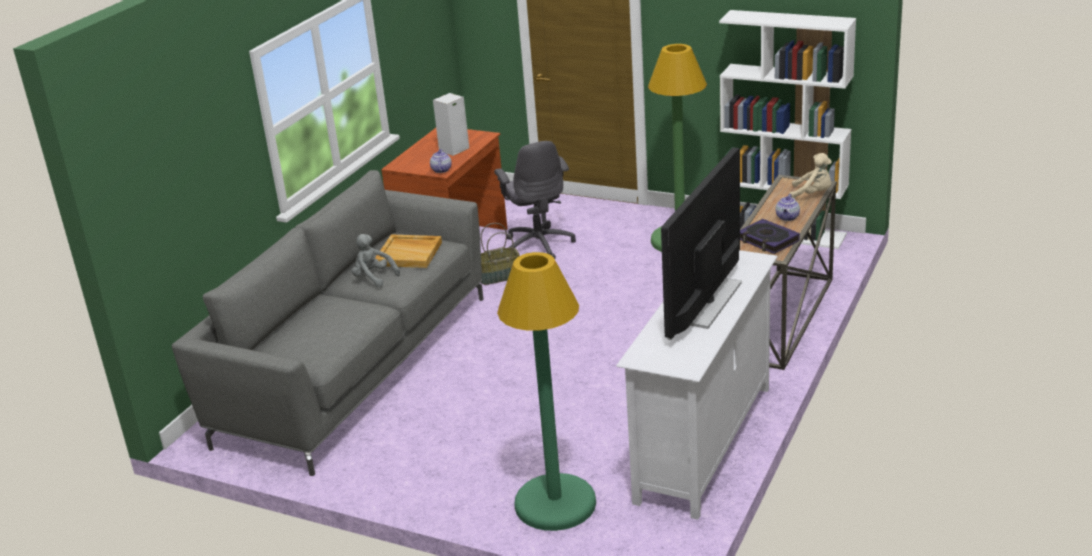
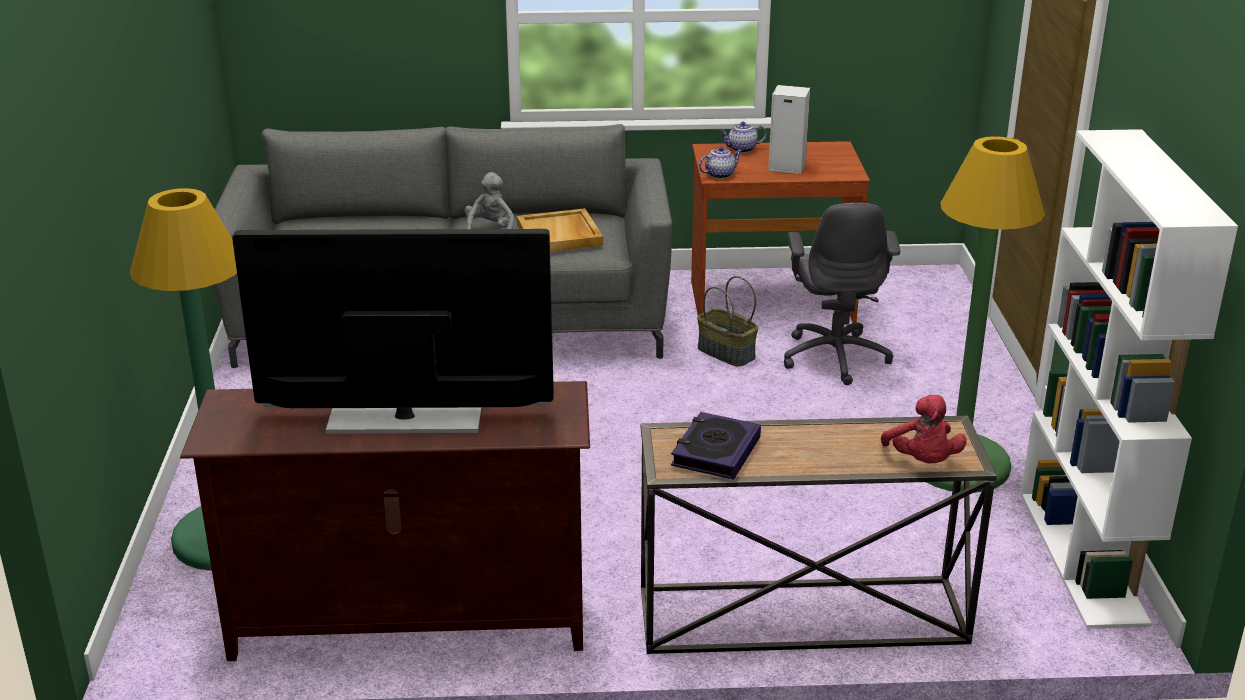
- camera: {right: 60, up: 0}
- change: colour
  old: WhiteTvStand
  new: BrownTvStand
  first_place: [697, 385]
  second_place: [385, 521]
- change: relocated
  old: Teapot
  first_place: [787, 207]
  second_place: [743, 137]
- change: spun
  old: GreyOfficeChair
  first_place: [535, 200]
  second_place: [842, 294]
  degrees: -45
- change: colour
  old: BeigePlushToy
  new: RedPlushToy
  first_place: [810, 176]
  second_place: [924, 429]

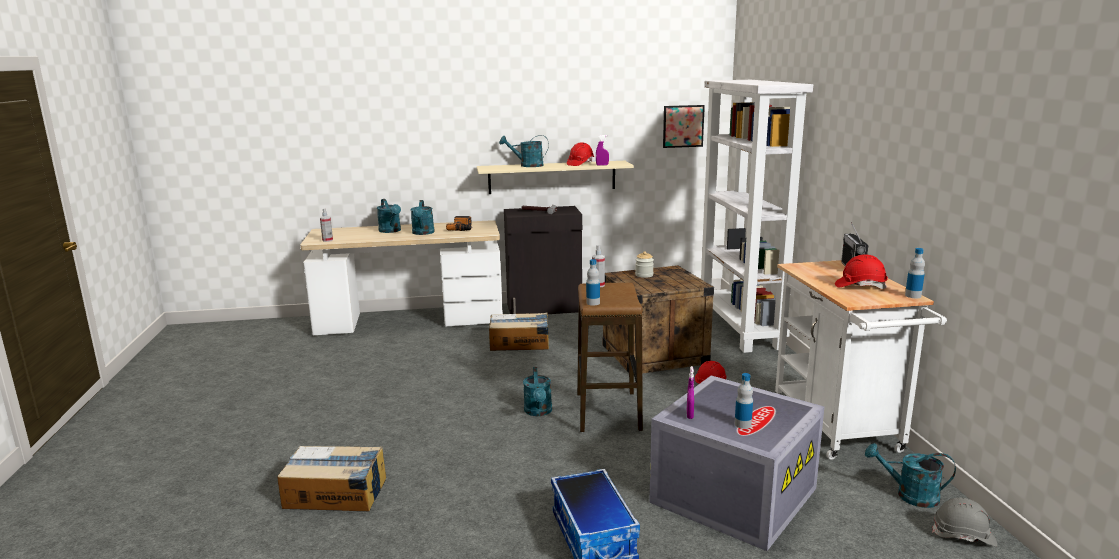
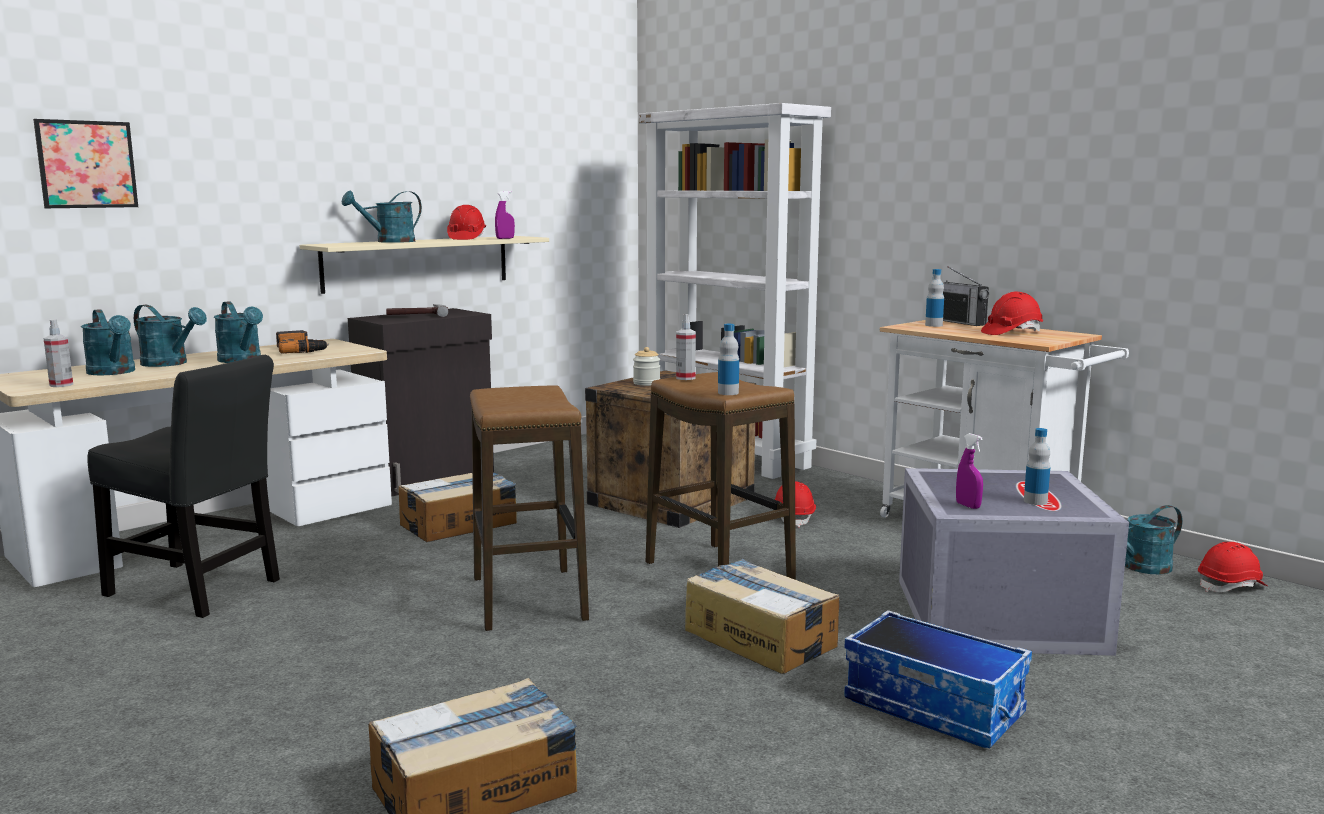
- camera: {right: -35, up: -5}
- change: relocated
  old: Picture
  first_place: [684, 126]
  second_place: [85, 163]
- change: relocated
  old: TurquoiseWateringCan
  first_place: [537, 391]
  second_place: [108, 342]
- change: appeared
  new: BlackChair
  second_place: [183, 486]
- change: appeared
  new: Stool
  second_place: [529, 508]
- change: appeared
  new: CardboardBox
  second_place: [762, 616]
- change: relocated
  old: Bottle
  first_place: [915, 273]
  second_place: [934, 298]
- change: colour
  old: GreyHardHat
  new: RedHardHat
  first_place: [964, 522]
  second_place: [1232, 567]

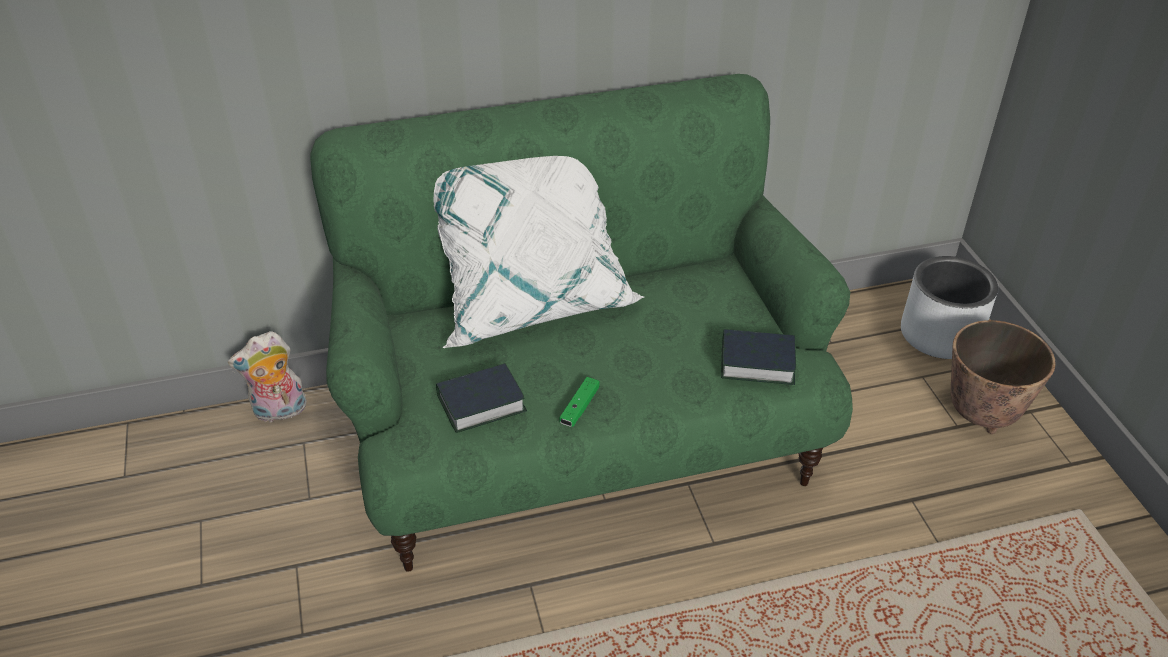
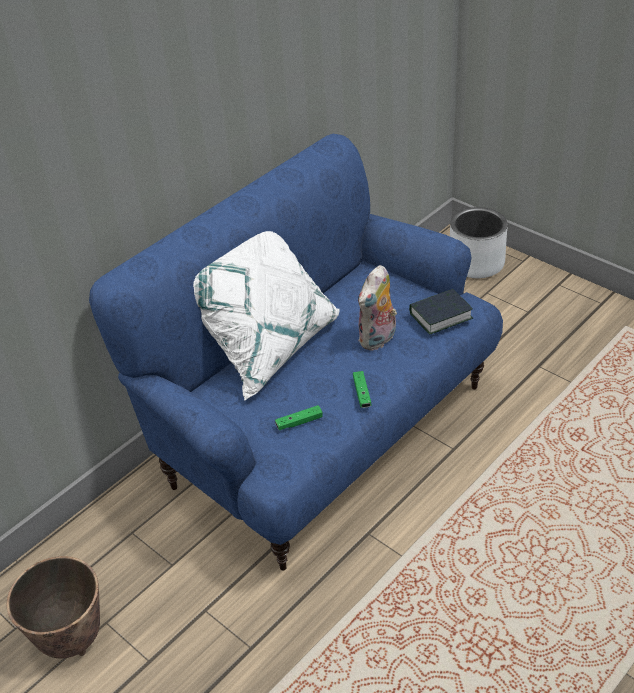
- camera: {right: -30, up: 0}
- change: relocated
  old: Planter
  first_place: [1003, 377]
  second_place: [53, 607]
- change: colour
  old: GreenSofa
  new: BlueSofa
  first_place: [581, 323]
  second_place: [296, 352]
- change: exchanged
  old: Book
  new: GreenGameController
  first_place: [481, 398]
  second_place: [299, 417]
- change: relocated
  old: PlushToy
  first_place: [267, 376]
  second_place: [377, 308]

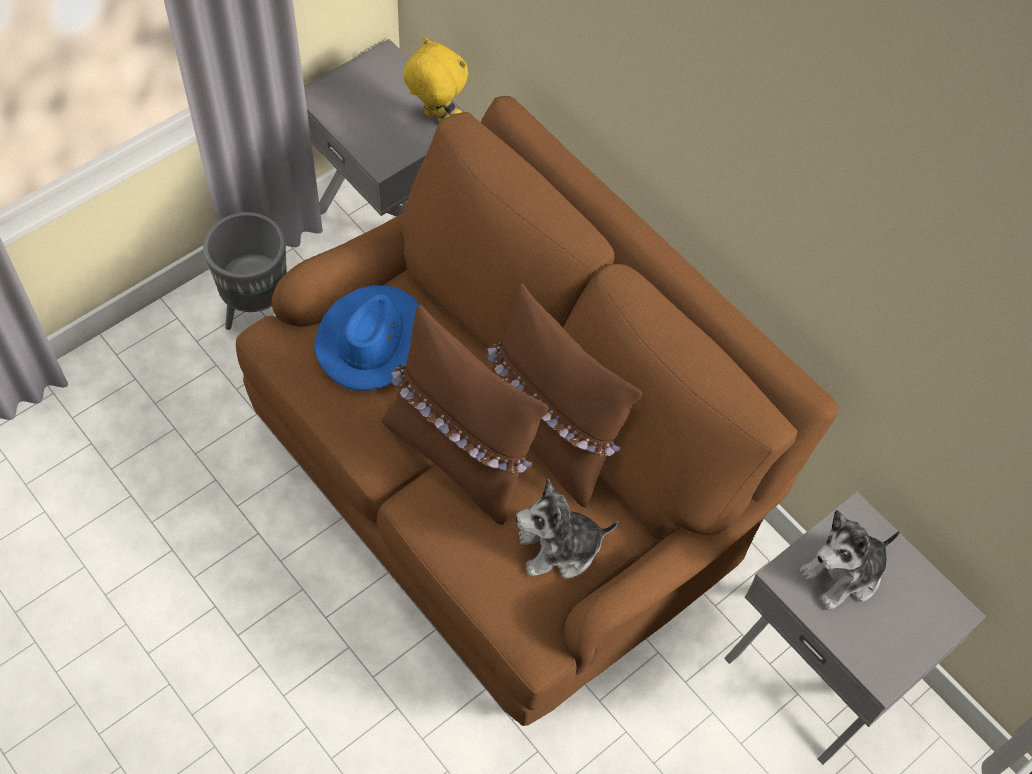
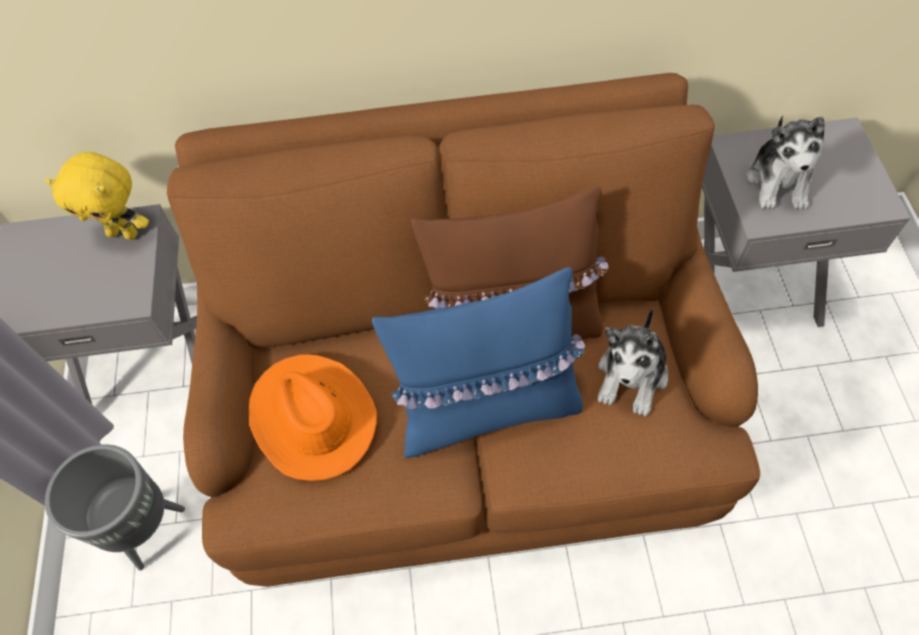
- camera: {right: -50, up: 0}
- change: spun
  old: YellowPlushToy
  first_place: [435, 80]
  second_place: [97, 196]
  degrees: -150
- change: colour
  old: BlueHat
  new: OrangeHat
  first_place: [366, 337]
  second_place: [313, 417]
- change: colour
  old: BrownPillow
  new: BluePillow
  first_place: [465, 414]
  second_place: [478, 362]

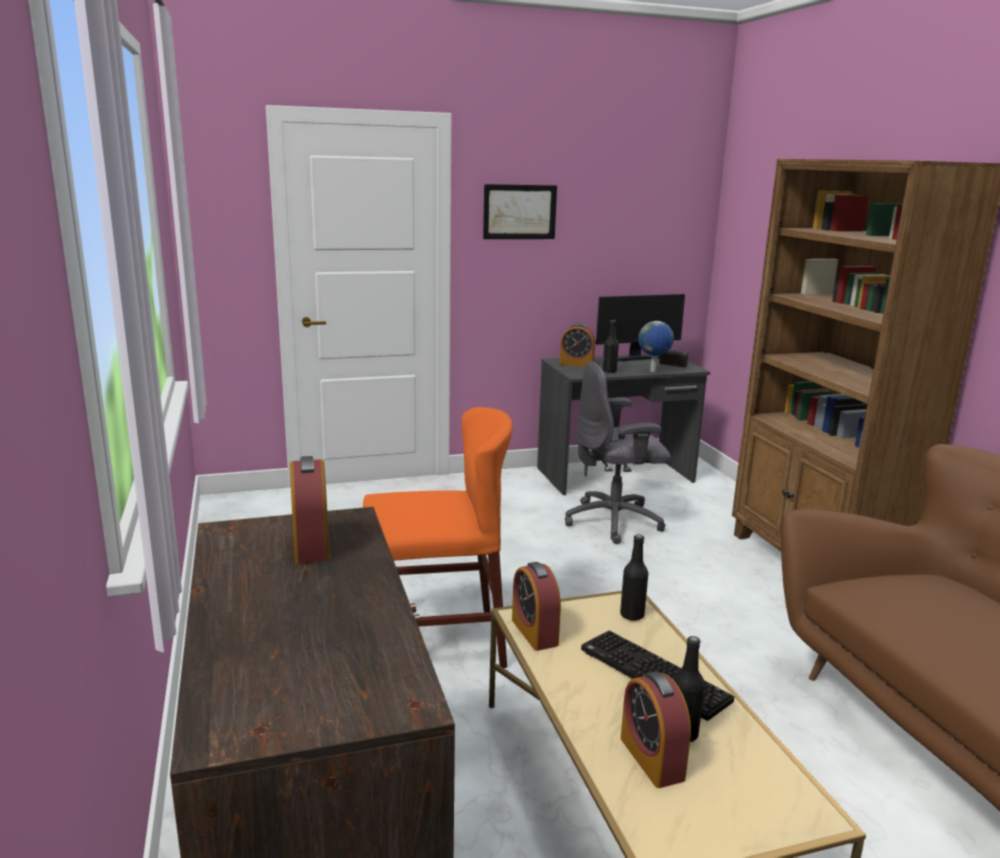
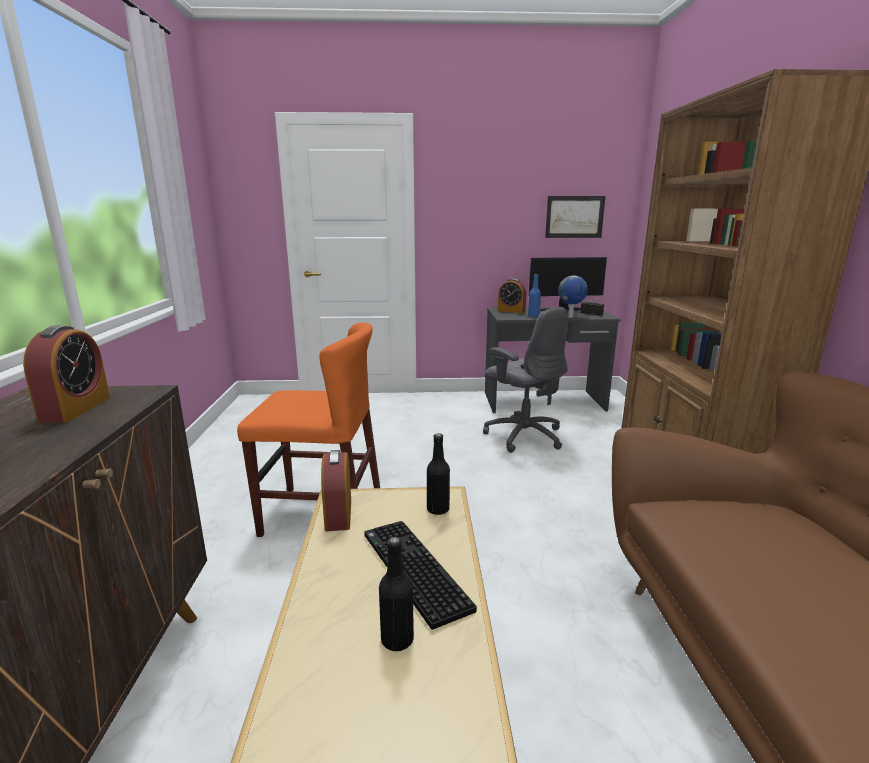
- camera: {right: 15, up: 0}
- change: spun
  old: GreyOfficeChair
  first_place: [618, 452]
  second_place: [525, 380]
  degrees: -135
- change: colour
  old: BlackBottle
  new: BlueBottle
  first_place: [611, 346]
  second_place: [534, 295]
- change: relocated
  old: Picture
  first_place: [520, 211]
  second_place: [575, 217]
- change: missing
  old: AlarmClock
  first_place: [656, 729]

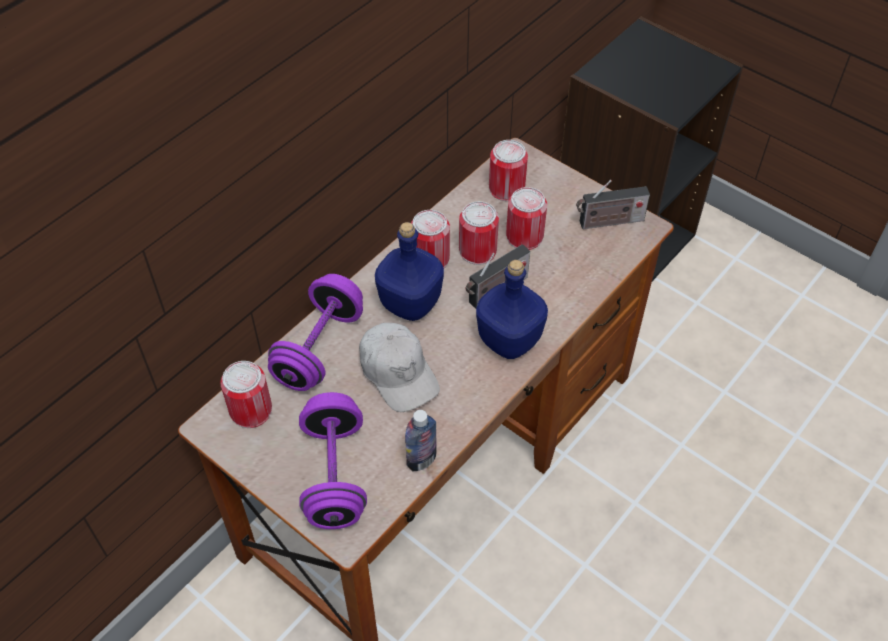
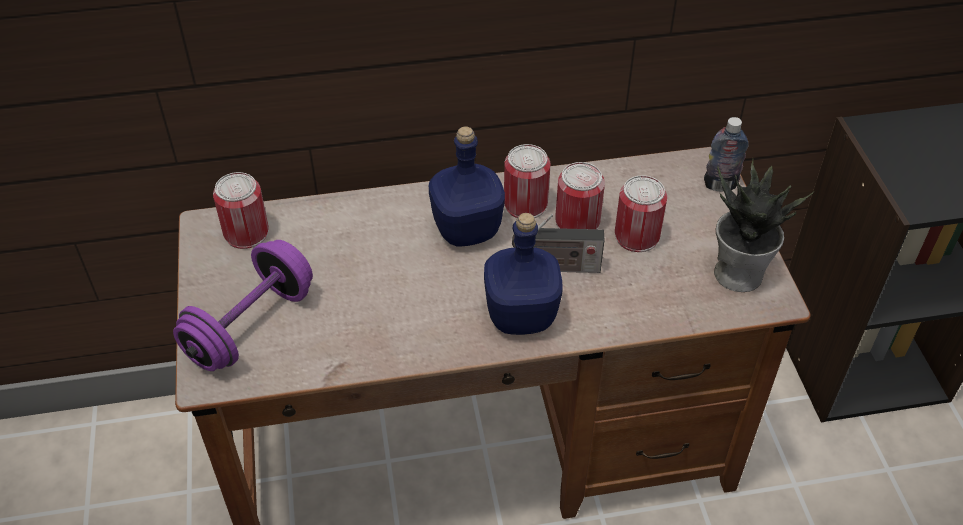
- camera: {right: 40, up: -5}
- change: relocated
  old: Bottle
  first_place: [421, 440]
  second_place: [726, 154]
- change: exchanged
  old: Radio
  new: PottedPlant
  first_place: [613, 204]
  second_place: [764, 225]
- change: missing
  old: PurpleDumbbell
  first_place: [315, 332]
- change: missing
  old: WhiteCap
  first_place: [399, 367]
- change: missing
  old: Can
  first_place: [508, 170]

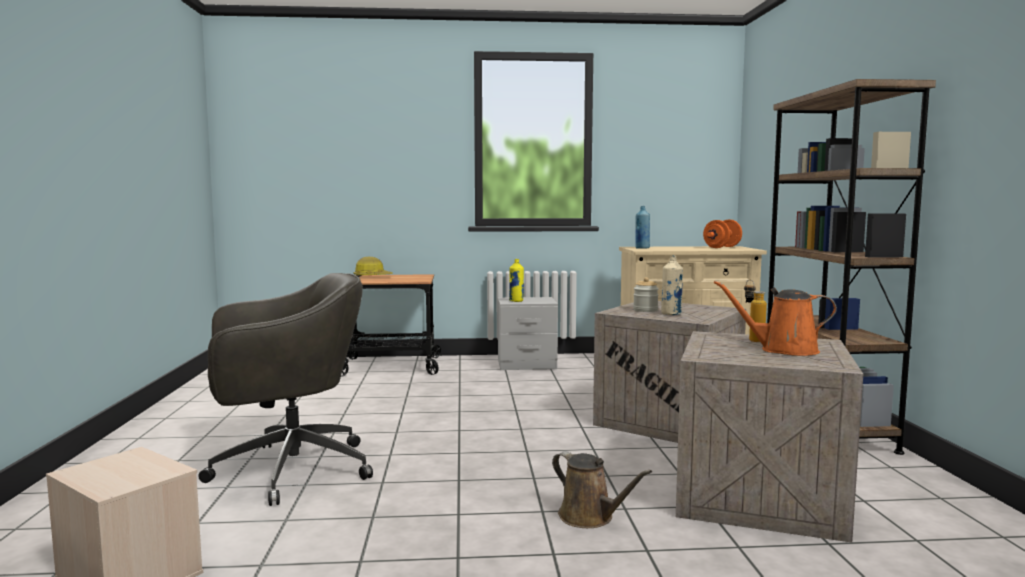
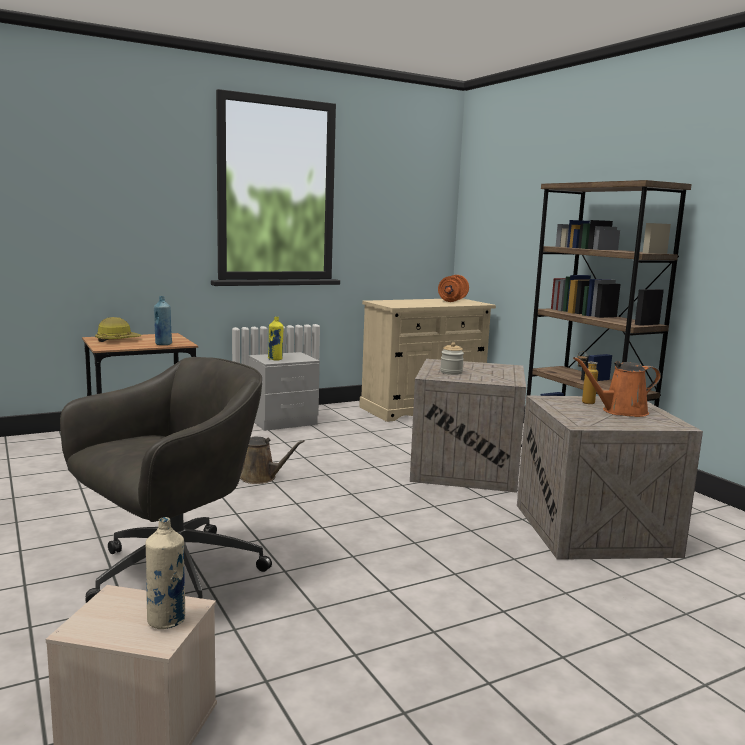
- camera: {right: -25, up: 5}
- change: relocated
  old: BeigeBottle
  first_place: [672, 285]
  second_place: [165, 573]
- change: relocated
  old: BlueBottle
  first_place: [642, 227]
  second_place: [163, 320]
- change: relocated
  old: BrownWateringCan
  first_place: [602, 489]
  second_place: [272, 460]

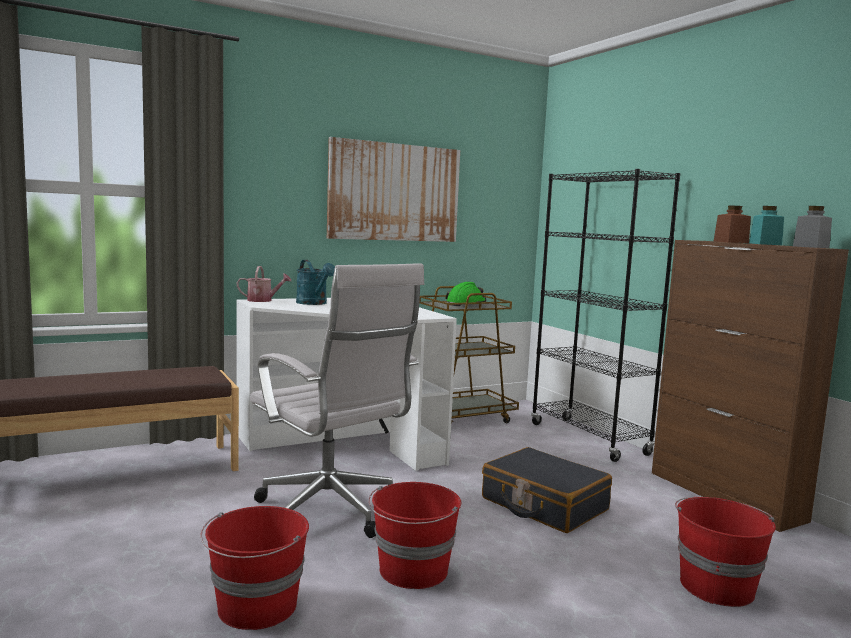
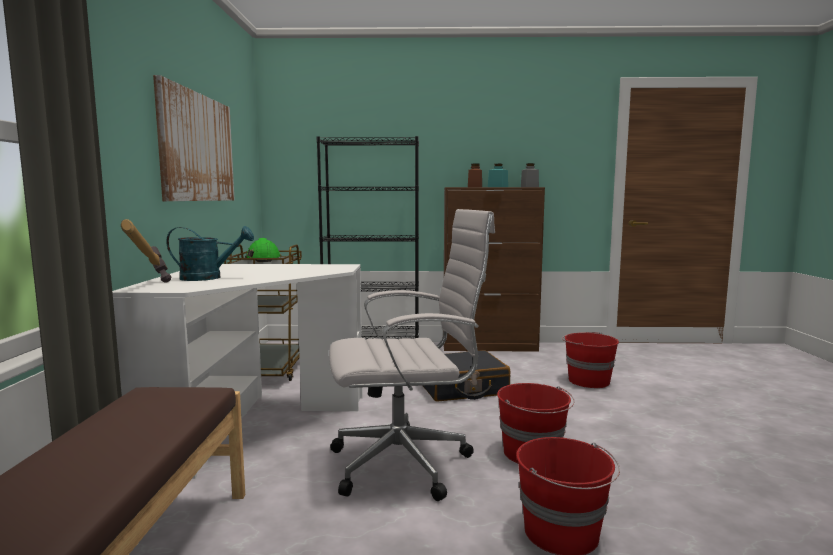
- camera: {right: -60, up: 0}
- change: exchanged
  old: WateringCan
  new: Hammer
  first_place: [263, 284]
  second_place: [146, 251]

